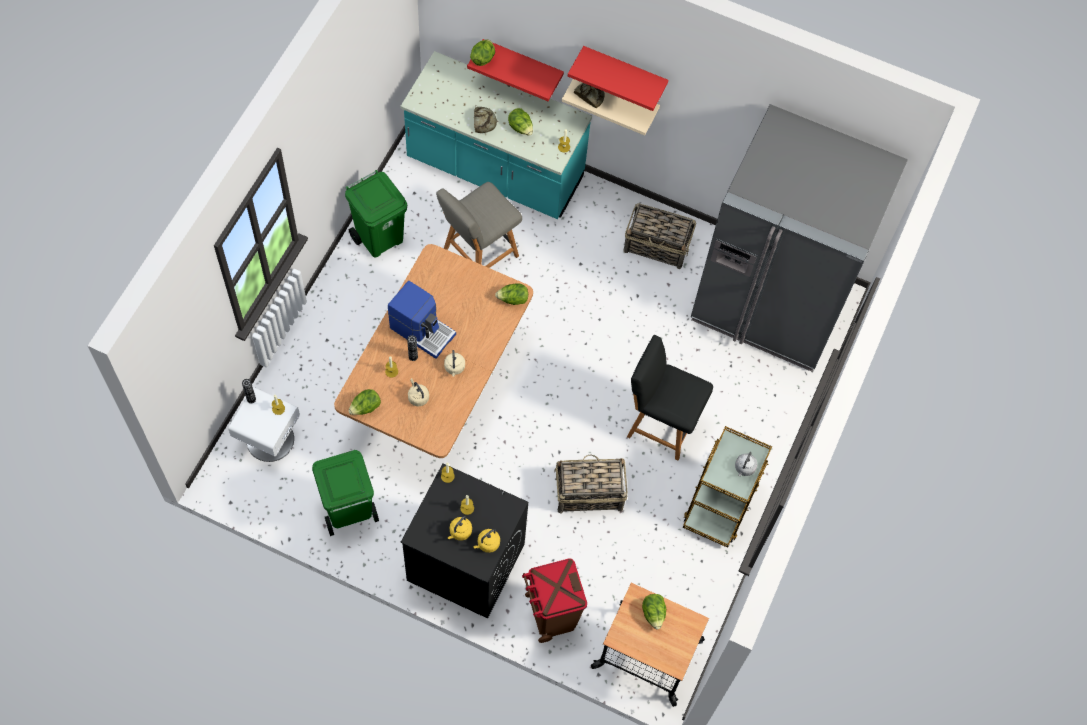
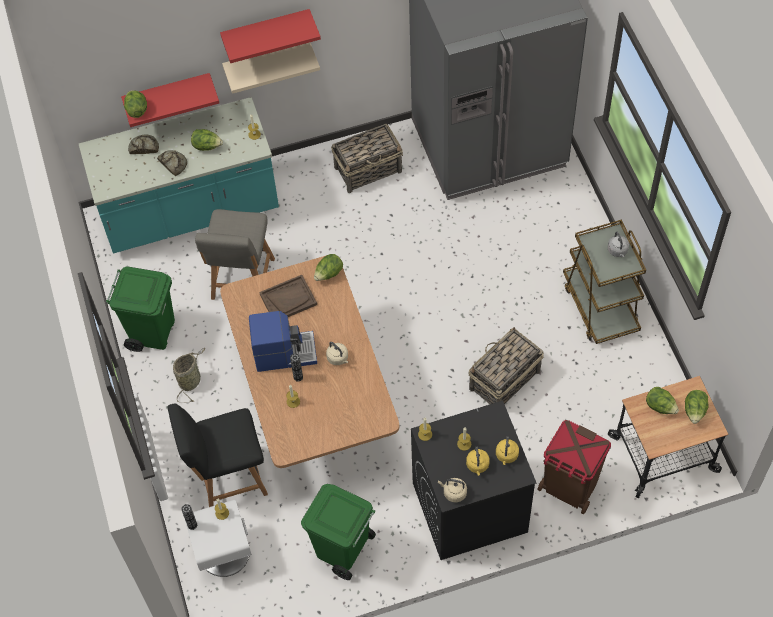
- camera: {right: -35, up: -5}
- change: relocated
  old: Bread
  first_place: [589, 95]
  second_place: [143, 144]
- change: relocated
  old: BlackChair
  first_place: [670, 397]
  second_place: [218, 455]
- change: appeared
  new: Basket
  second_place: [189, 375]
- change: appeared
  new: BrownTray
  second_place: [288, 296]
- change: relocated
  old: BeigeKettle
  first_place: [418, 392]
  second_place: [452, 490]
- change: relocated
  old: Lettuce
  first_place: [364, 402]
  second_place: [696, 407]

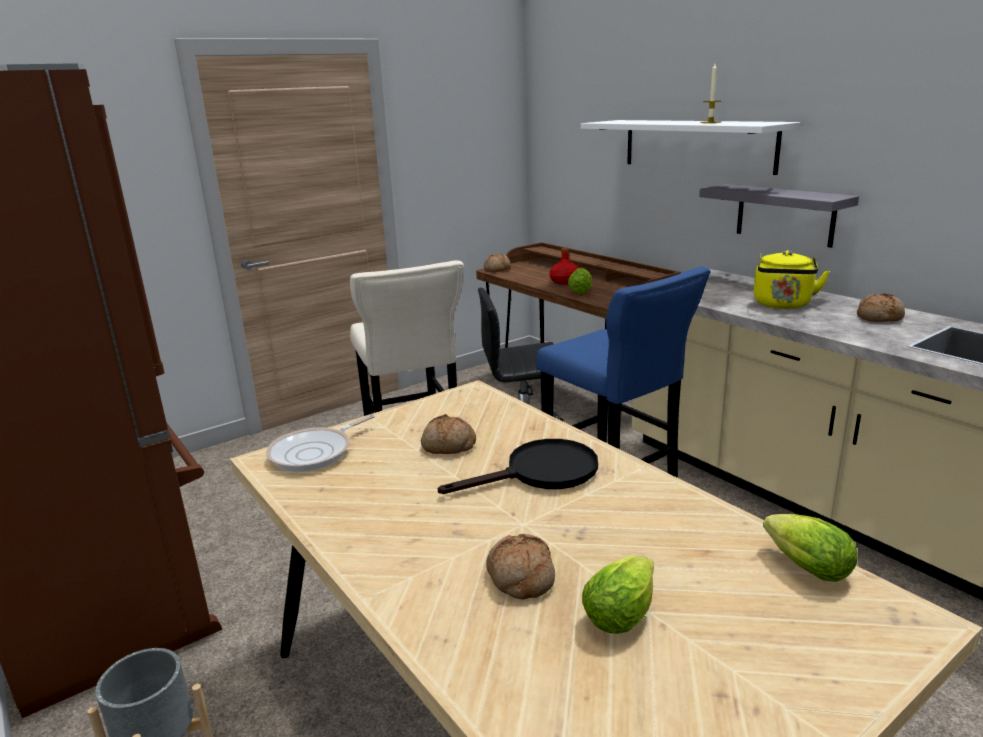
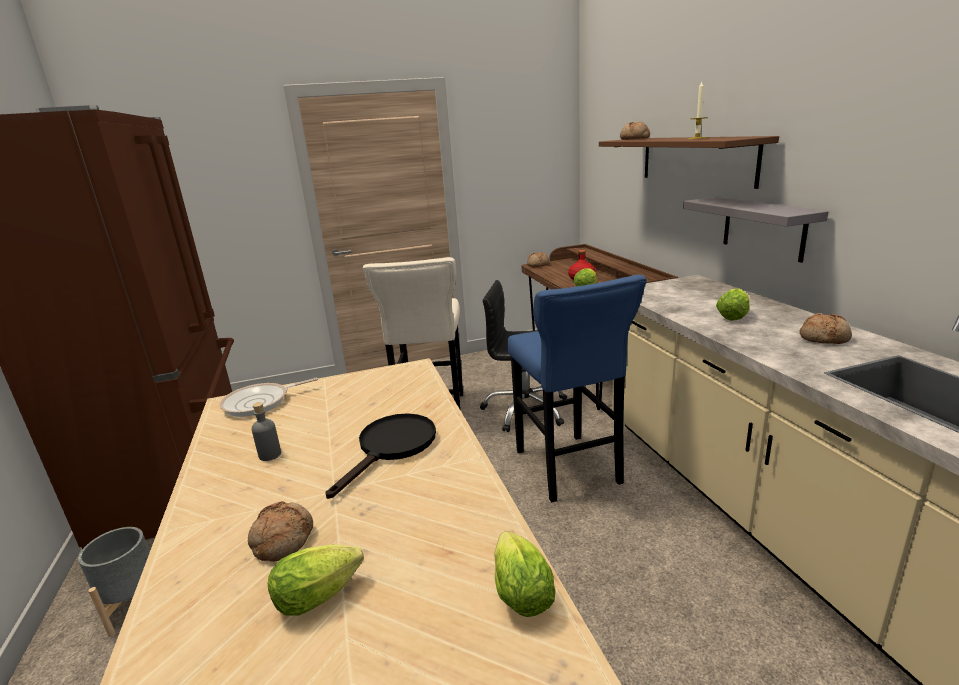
- camera: {right: 20, up: 0}
- change: appeared
  new: GreyBottle
  second_place: [266, 431]
- change: spun
  old: BlackFryingPan
  first_place: [518, 466]
  second_place: [380, 456]
  degrees: -60
- change: colour
  old: WhiteShelf
  new: BrownShelf
  first_place: [691, 147]
  second_place: [689, 162]
- change: relocated
  old: Bread
  first_place: [448, 434]
  second_place: [635, 130]
- change: exchanged
  old: YellowKettle
  new: Lettuce
  first_place: [792, 279]
  second_place: [733, 304]

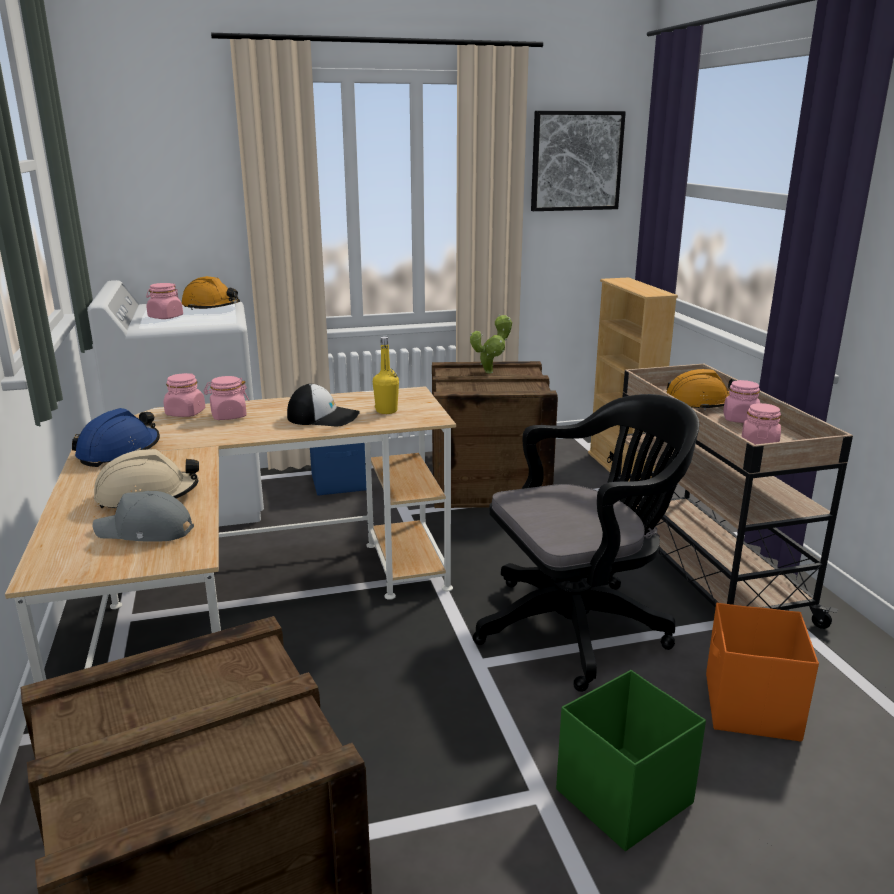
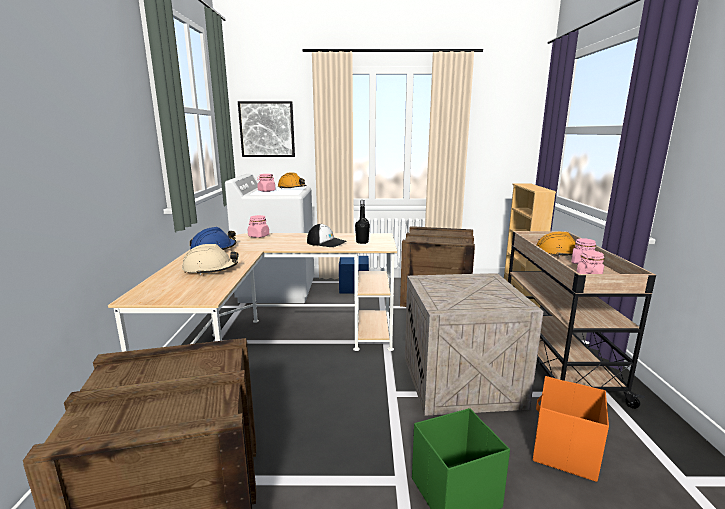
- camera: {right: 15, up: -5}
- change: relocated
  old: Picture
  first_place: [578, 161]
  second_place: [266, 129]
- change: colour
  old: YellowBottle
  new: BlackBottle
  first_place: [386, 375]
  second_place: [362, 222]
- change: exchanged
  old: BlackOfficeChair
  new: Crate
  first_place: [586, 543]
  second_place: [474, 344]
- change: missing
  old: GreyCap
  first_place: [143, 516]
- change: missing
  old: PinkJar
  first_place: [226, 398]
- change: missing
  old: PottedPlant
  first_place: [491, 343]

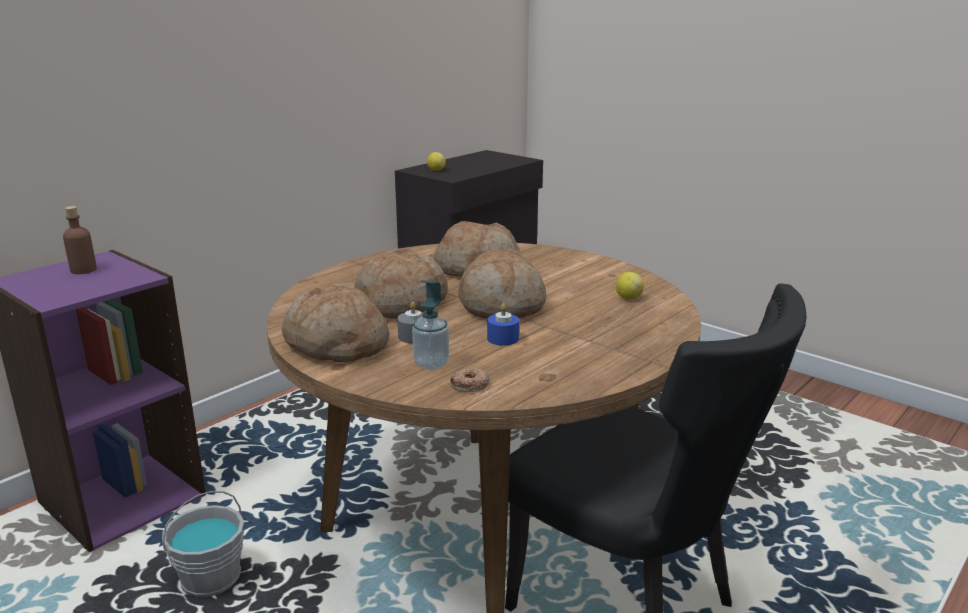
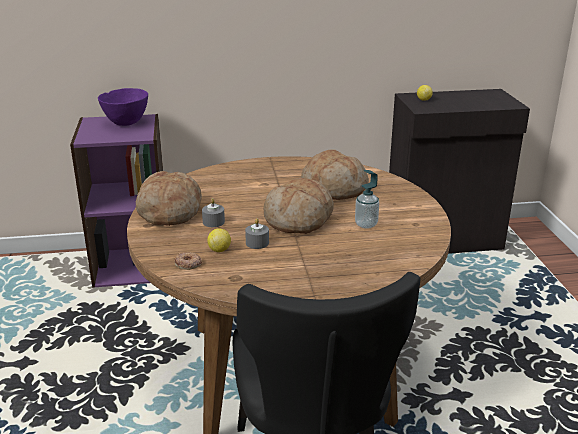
- camera: {right: 40, up: 5}
- change: exchanged
  old: BrownBottle
  new: PurpleBowl
  first_place: [80, 240]
  second_place: [123, 107]
- change: relocated
  old: Lemon
  first_place: [630, 286]
  second_place: [219, 240]
- change: colour
  old: BlueCandle
  new: GreyCandle
  first_place: [503, 324]
  second_place: [257, 233]
- change: relocated
  old: SoapDispenser
  first_place: [430, 325]
  second_place: [367, 199]
- change: missing
  old: GreyBucket
  first_place: [203, 544]
- change: missing
  old: Bread
  first_place: [400, 283]

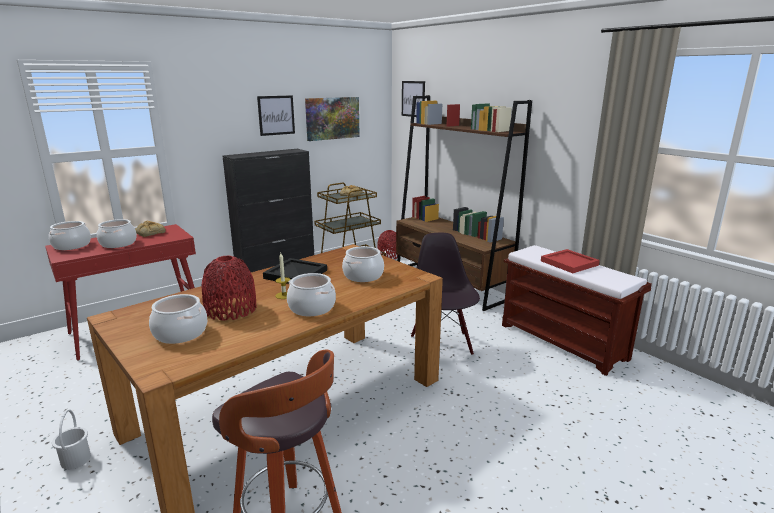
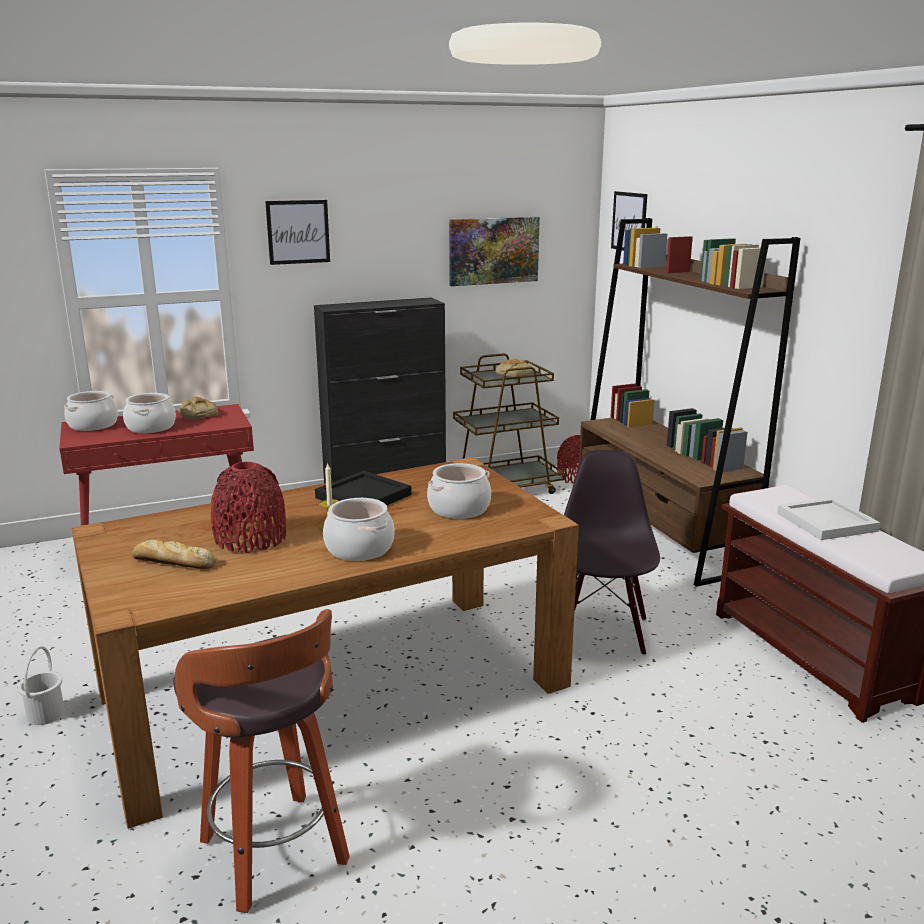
- camera: {right: 15, up: 0}
- change: exchanged
  old: CookingPot
  new: Bread
  first_place: [178, 319]
  second_place: [173, 554]
- change: relocated
  old: Picture
  first_place: [276, 115]
  second_place: [297, 232]
- change: colour
  old: RedTray
  new: WhiteTray
  first_place: [570, 261]
  second_place: [828, 518]

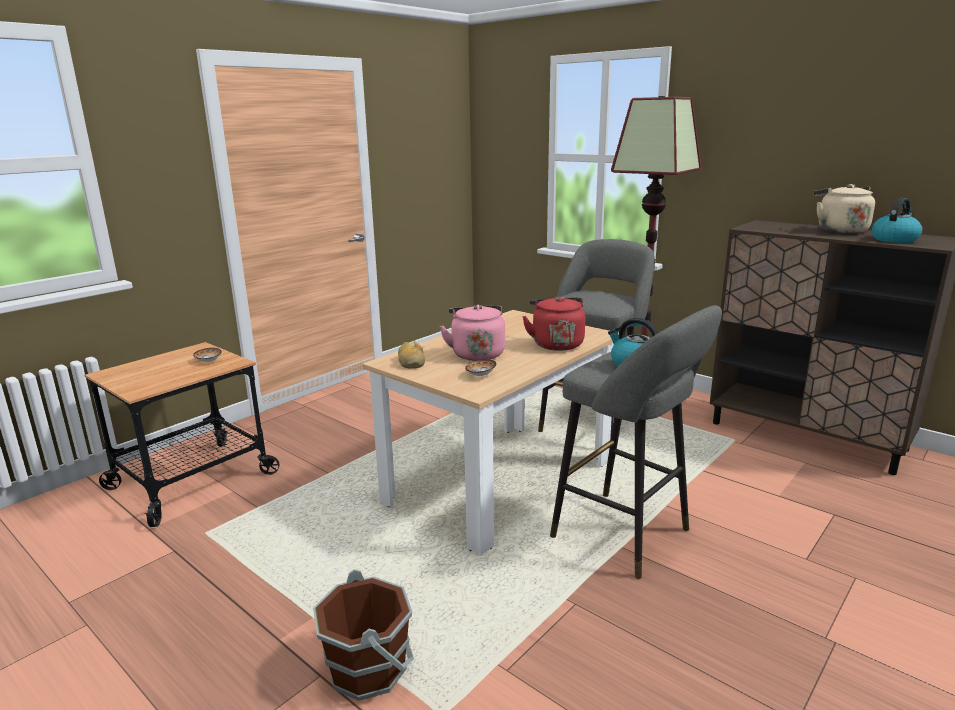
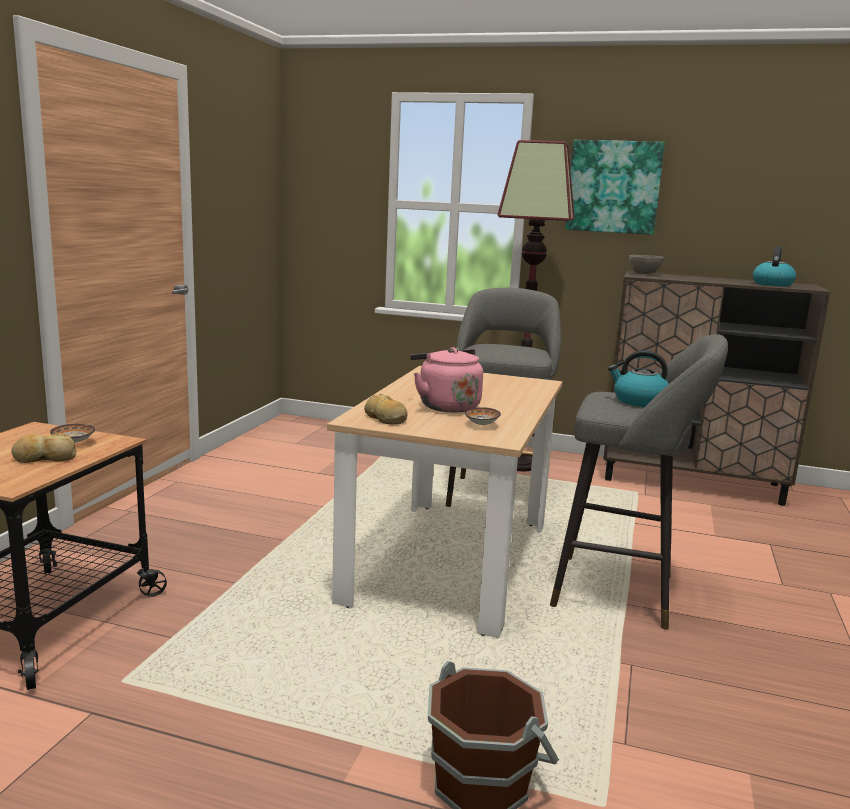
- camera: {right: -25, up: -5}
- change: appeared
  new: Bread
  second_place: [44, 448]
- change: appeared
  new: Picture
  second_place: [615, 187]
- change: appeared
  new: GreyBowl
  second_place: [646, 264]
- change: missing
  old: RedKettle
  first_place: [553, 323]
- change: missing
  old: BeigeKettle
  first_place: [844, 208]

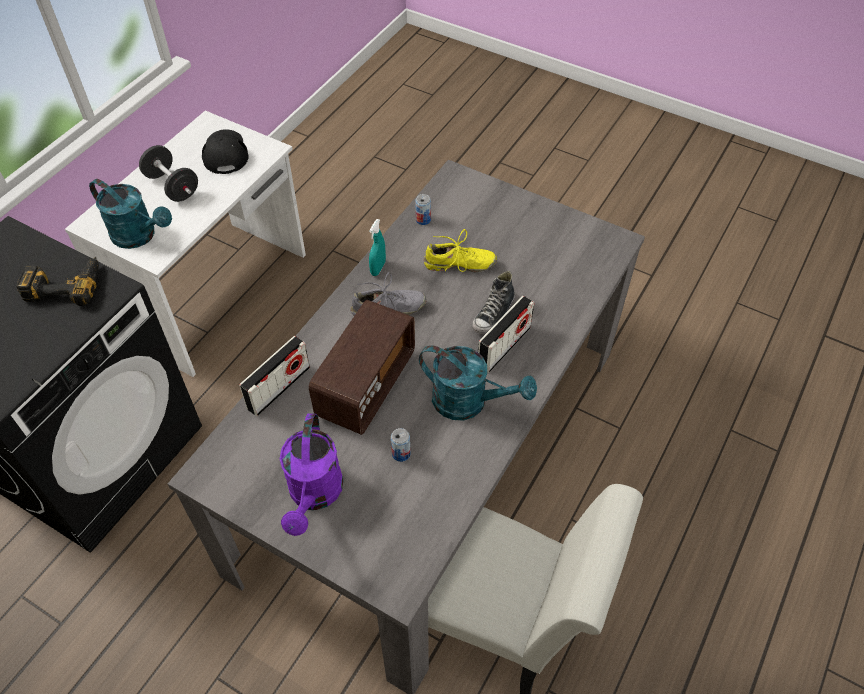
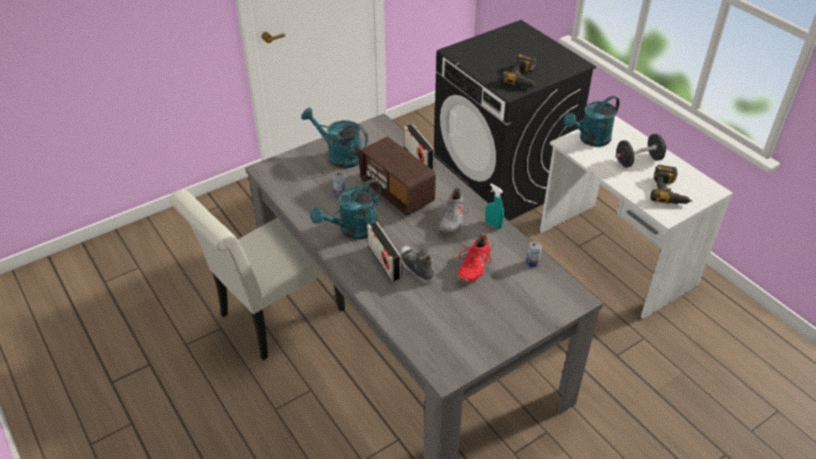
- camera: {right: 115, up: -10}
- change: colour
  old: PurpleWateringCan
  new: TurquoiseWateringCan
  first_place: [311, 474]
  second_place: [334, 138]
- change: colour
  old: YellowShoe
  new: RedShoe
  first_place: [460, 250]
  second_place: [476, 258]
- change: exchanged
  old: BlackCap
  new: PowerDrill
  first_place: [225, 151]
  second_place: [671, 184]

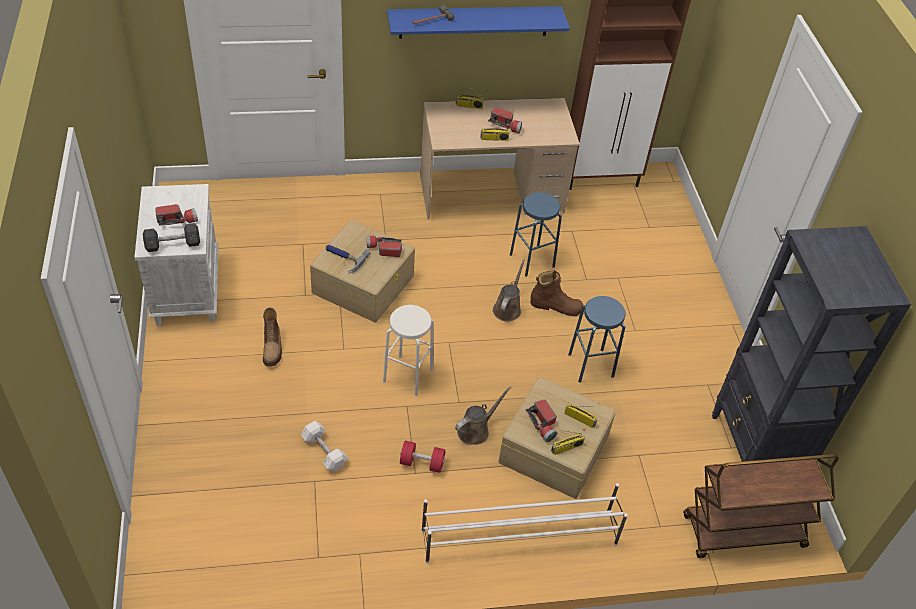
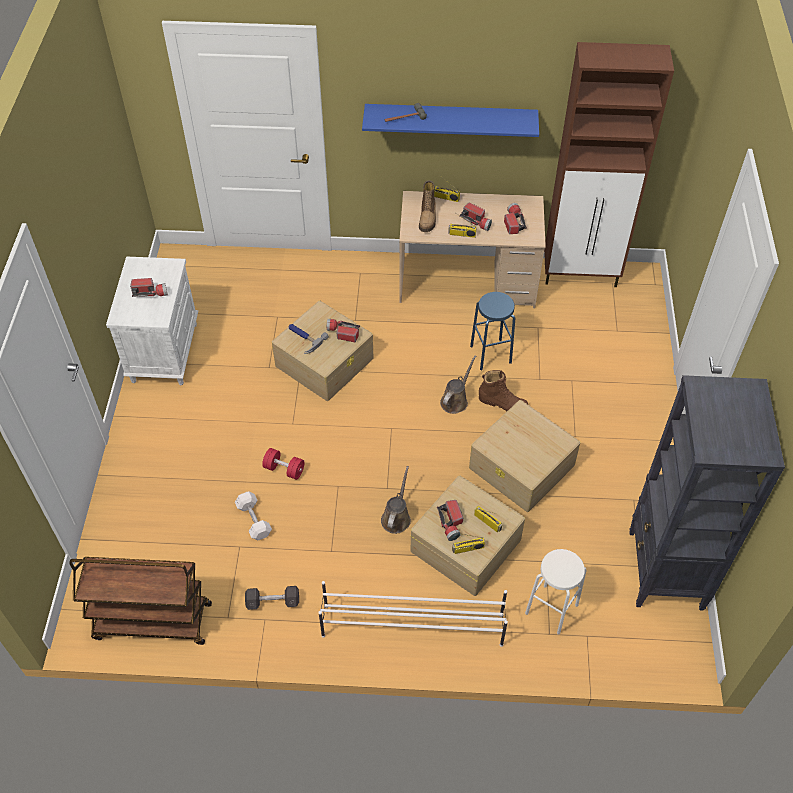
- camera: {right: 15, up: 5}
- change: relocated
  old: BrownCart
  first_place: [761, 506]
  second_place: [140, 601]
- change: relocated
  old: GreyDumbbell
  first_place: [171, 237]
  second_place: [272, 598]
- change: relocated
  old: RedDumbbell
  first_place: [422, 457]
  second_place: [283, 464]
- change: spun
  old: BrownWateringCan
  first_place: [483, 415]
  second_place: [396, 500]
  degrees: -45
- change: relocated
  old: Boot
  first_place: [272, 337]
  second_place: [427, 206]
- change: exchanged
  old: BlueStool
  new: BeigeStorageBox
  first_place: [597, 339]
  second_place: [525, 456]
- change: appeared
  new: Flashlight
  second_place: [515, 218]
- change: relocated
  old: WhiteStool
  first_place: [408, 350]
  second_place: [556, 592]

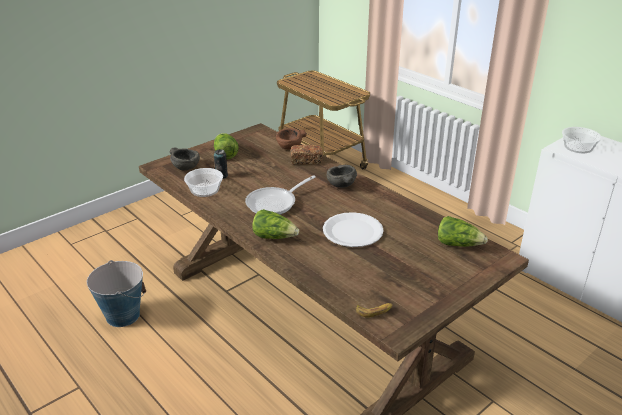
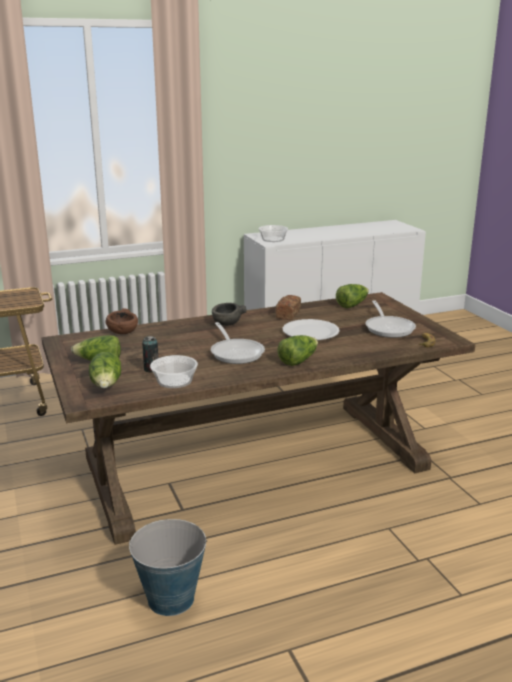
- camera: {right: -70, up: -10}
- change: exchanged
  old: GreyBowl
  new: Lettuce
  first_place: [185, 159]
  second_place: [105, 370]
- change: relocated
  old: Bread
  first_place: [307, 155]
  second_place: [288, 307]
- change: appeared
  new: FryingPan
  second_place: [391, 319]

